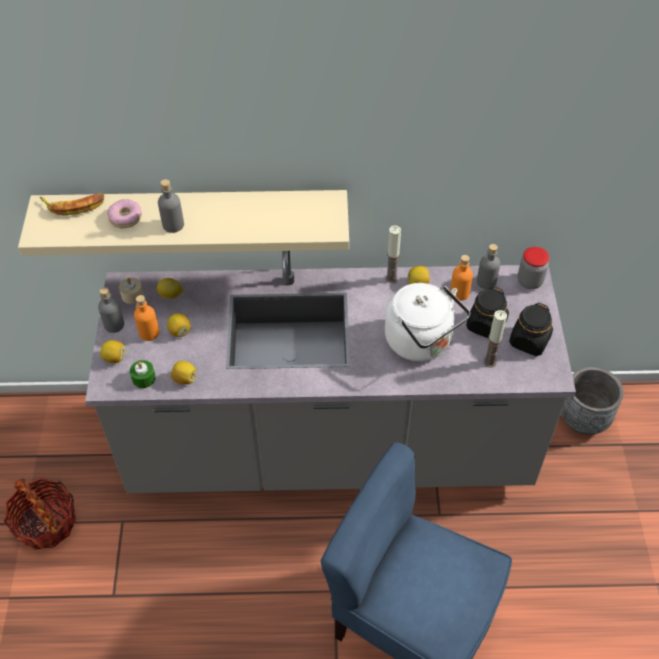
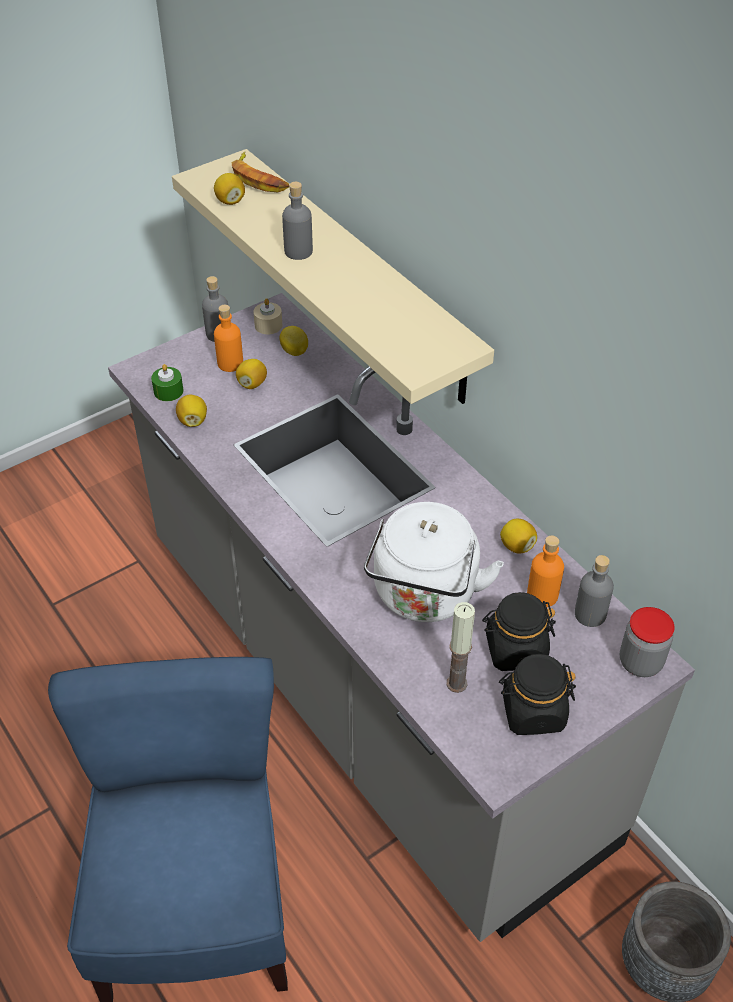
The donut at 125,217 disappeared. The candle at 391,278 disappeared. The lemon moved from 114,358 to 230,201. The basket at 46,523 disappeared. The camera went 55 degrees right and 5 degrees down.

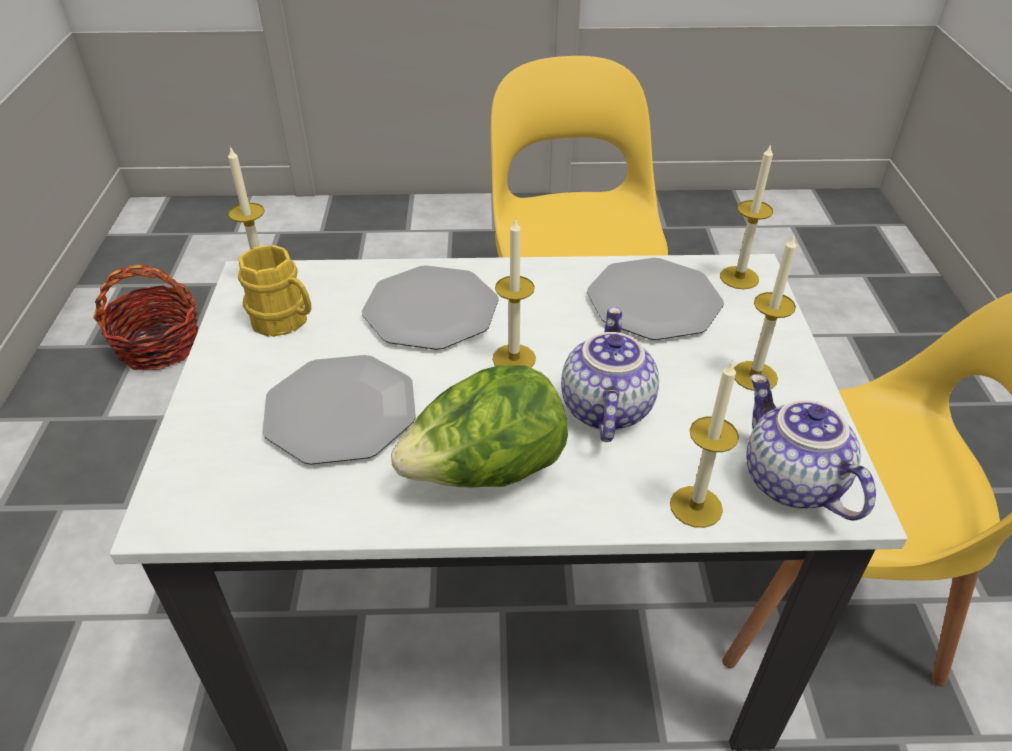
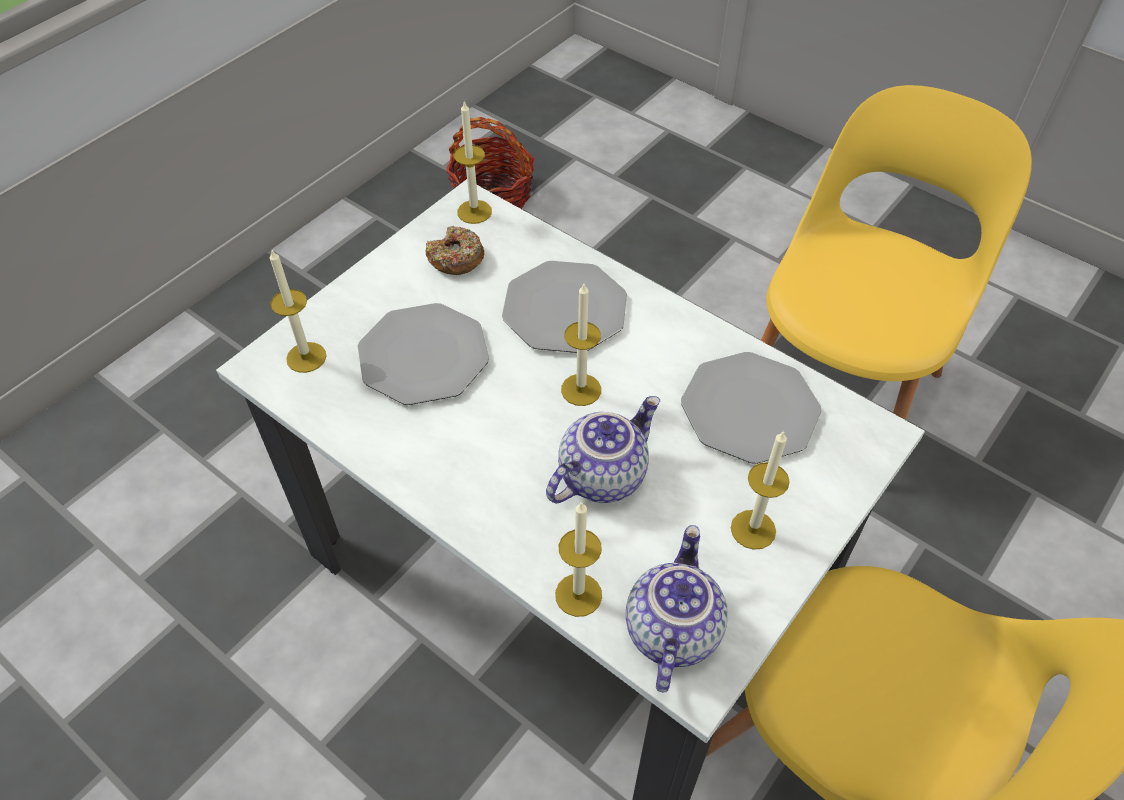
The candle moved from 739,277 to 306,357. The yellow_mug at 285,322 was replaced by the donut at 456,258. The lettuce at 486,472 disappeared. The camera went 40 degrees right and 10 degrees up.

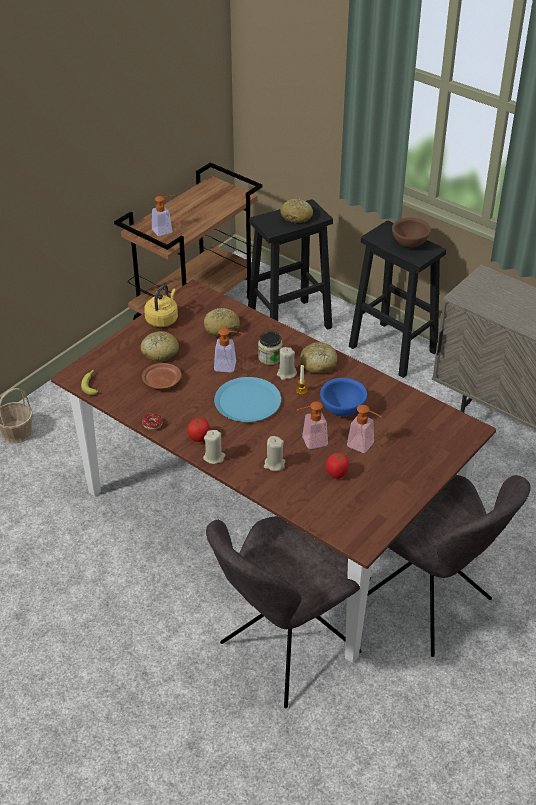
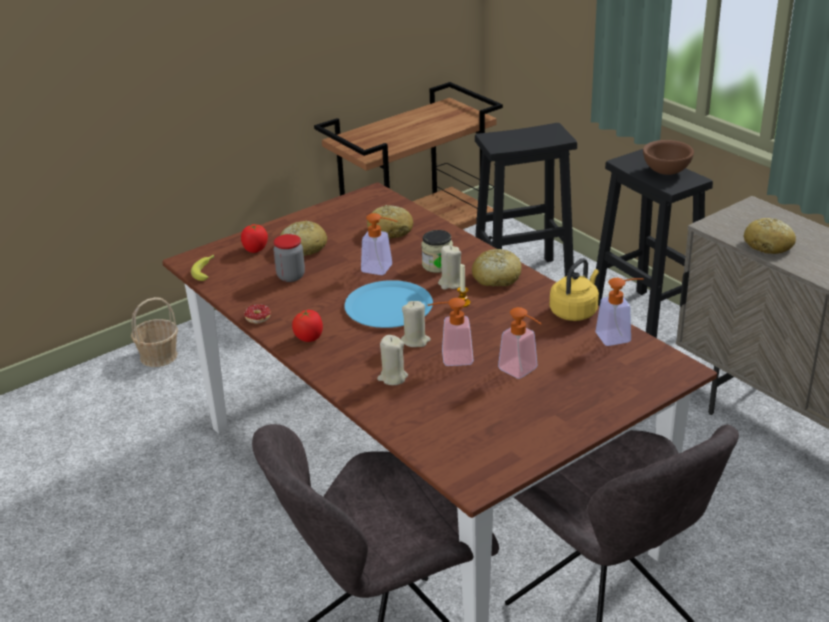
The soap_dispenser moved from 165,230 to 619,336. The bread moved from 296,217 to 768,245. The yellow_kettle moved from 163,319 to 575,311. The brown_plate at 161,382 was replaced by the jar at 291,276. The blue_bowl at 342,409 disappeared. The beige_candle moved from 214,457 to 415,341. The tomato moved from 337,474 to 255,249. The camera went 15 degrees right and 10 degrees down.

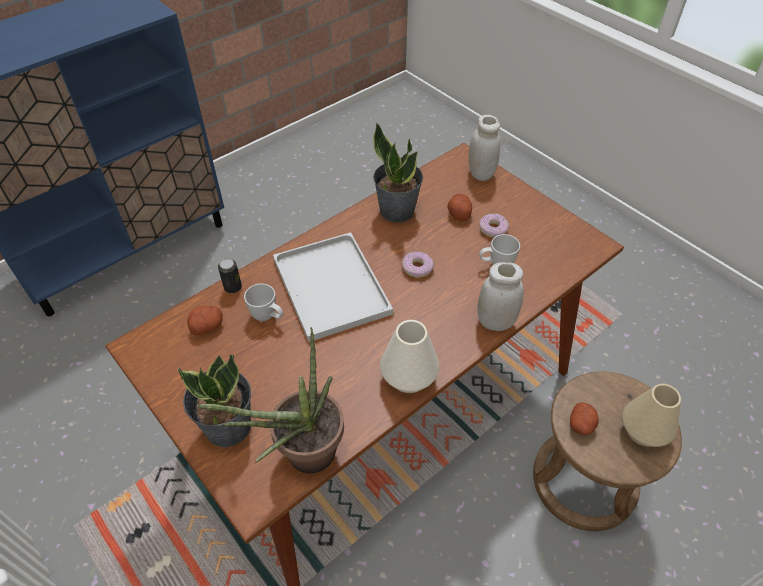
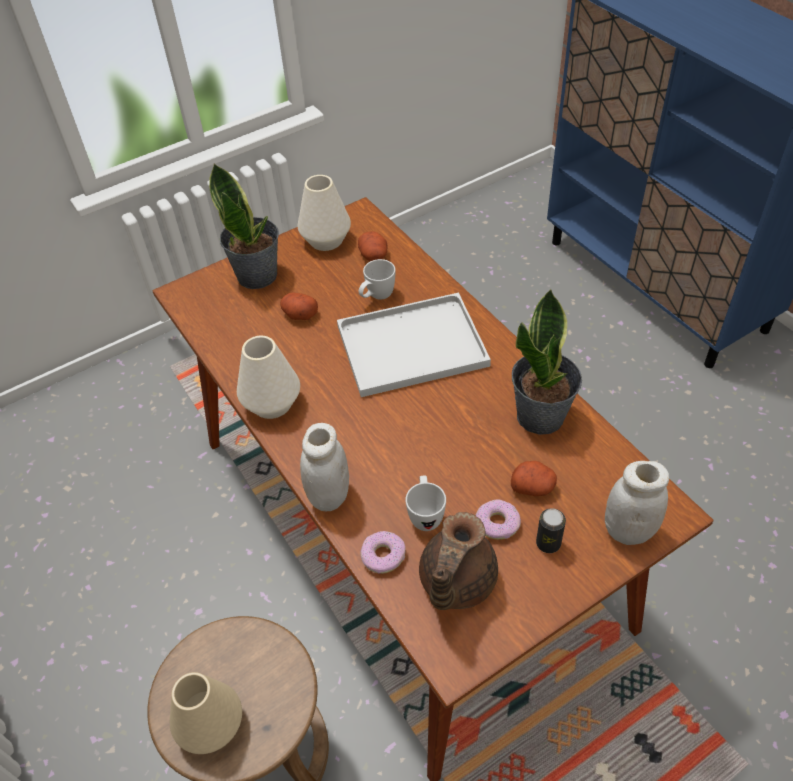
The donut moved from 417,268 to 383,556. The can moved from 233,287 to 548,543. The potted_plant at 302,458 disappeared. The potato moved from 581,425 to 299,314. The white_vase at 326,240 appeared. The brown_teapot at 455,582 appeared. The camera went 100 degrees right and 0 degrees up.

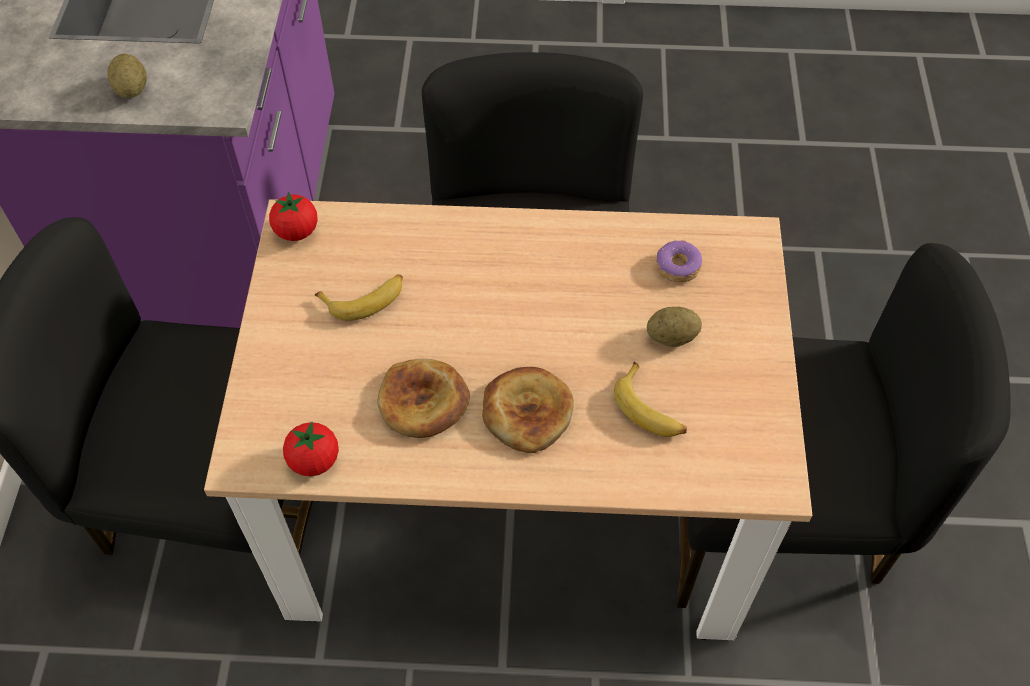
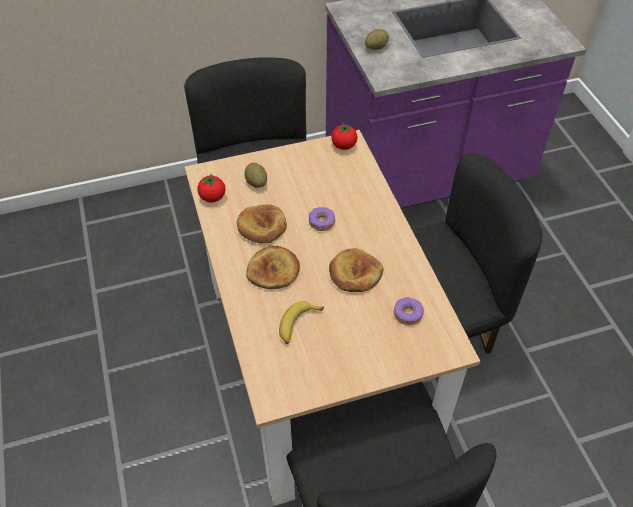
The banana at 365,299 disappeared. The potato moved from 671,337 to 256,182. The donut at 321,222 appeared. The bread at 355,273 appeared. The camera went 70 degrees right and 5 degrees down.

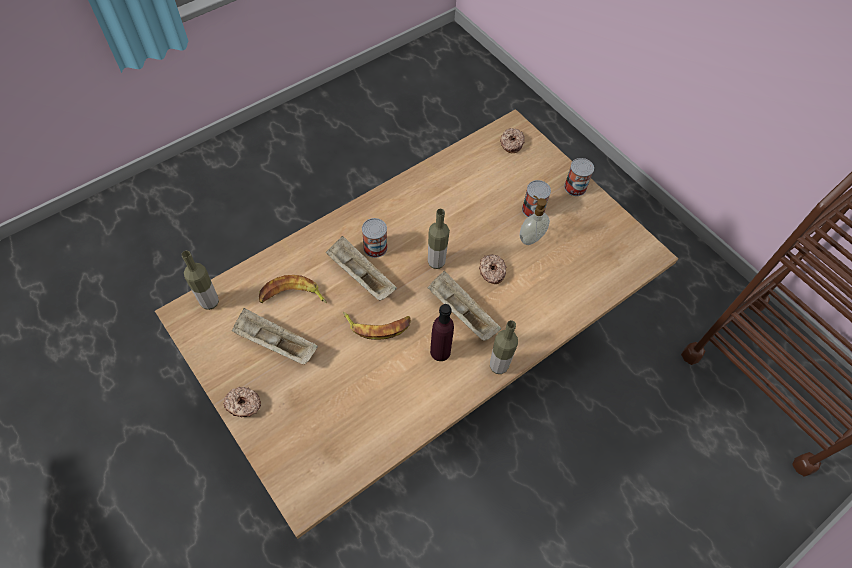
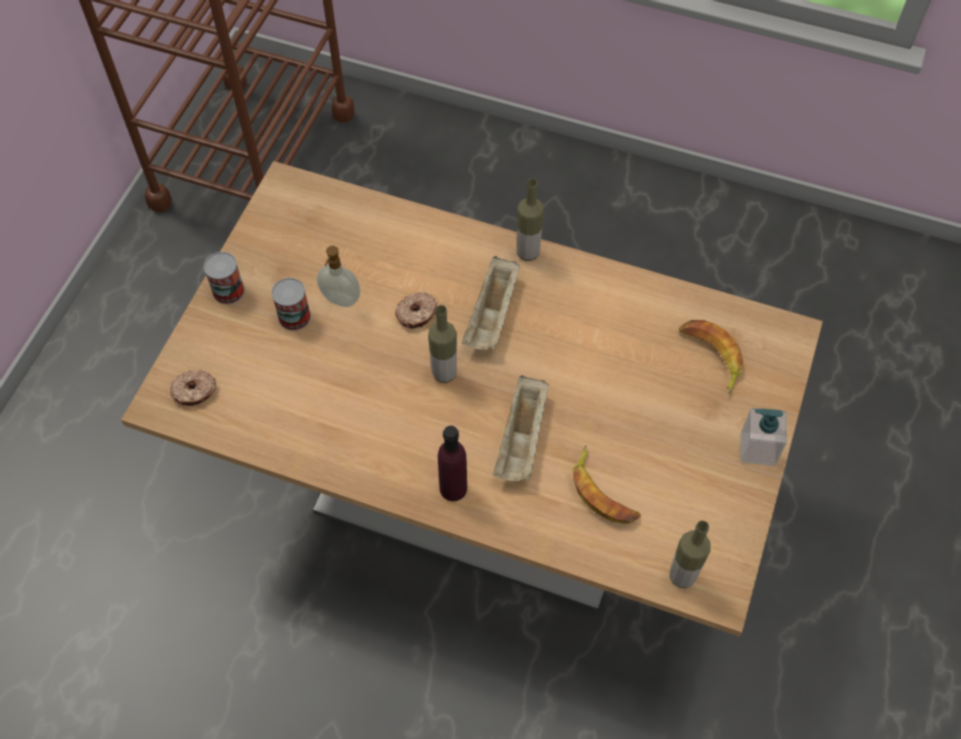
The can at 375,247 disappeared. The purple_bottle moved from 440,351 to 453,488. The beige_tray at 275,344 disappeared. The banana moved from 378,325 to 710,356. The donut at 243,405 was replaced by the soap_dispenser at 757,449. The camera went 120 degrees left and 0 degrees up.

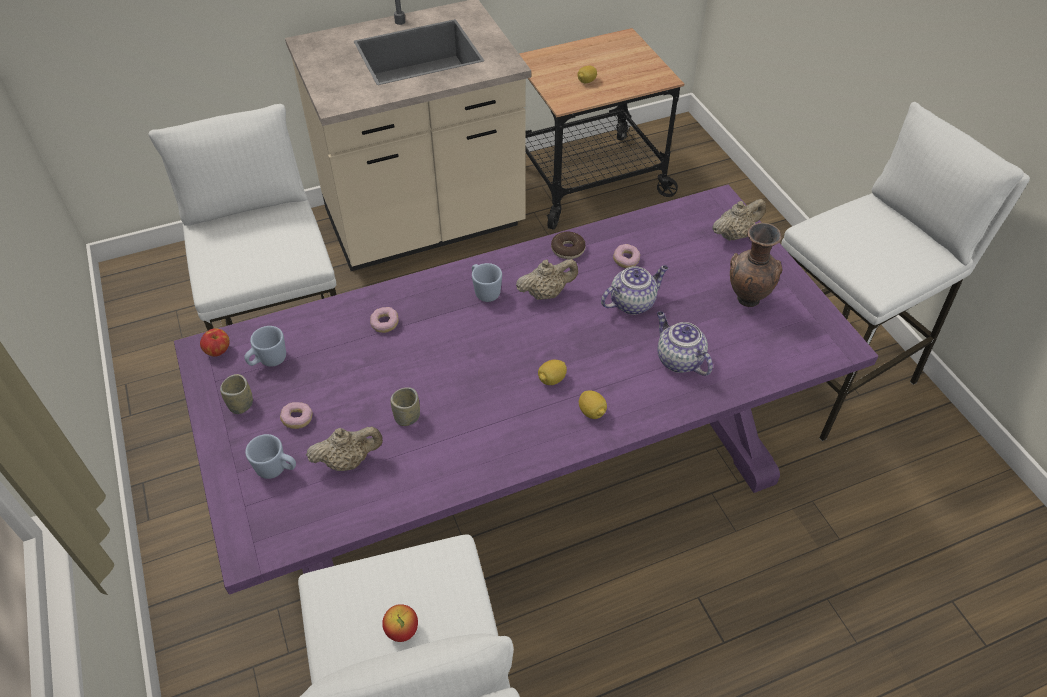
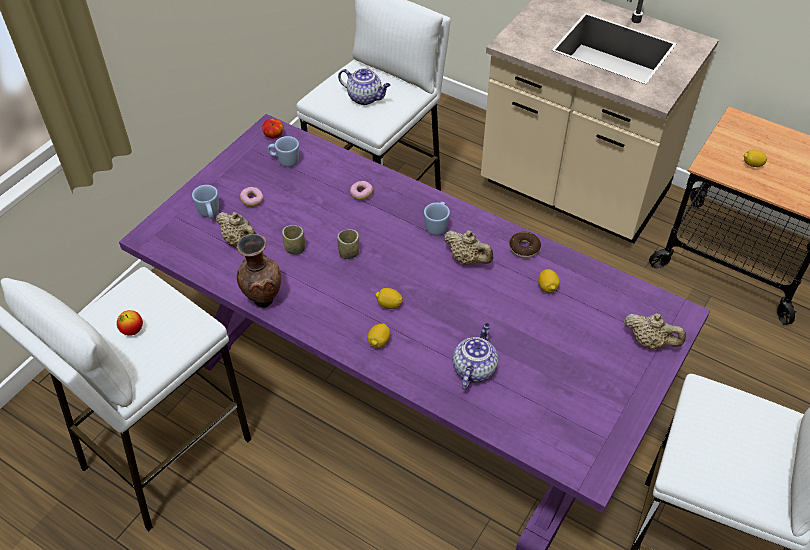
The brown_vase moved from 746,300 to 262,299. The donut at 626,260 was replaced by the lemon at 547,287. The teapot moved from 632,302 to 365,98. The cup moved from 241,404 to 349,253. The camera went 55 degrees right and 0 degrees up.

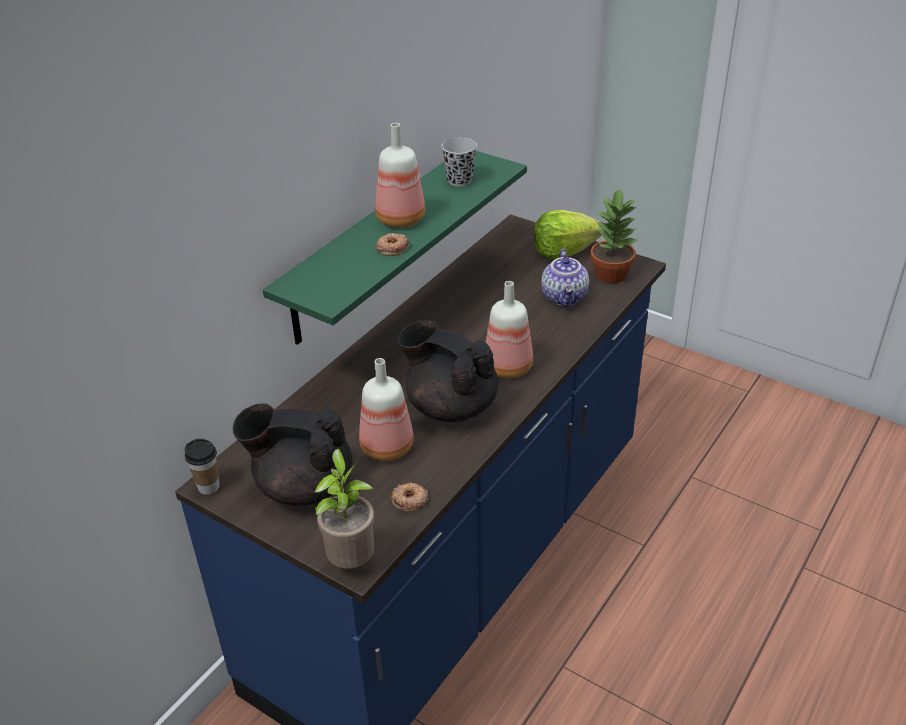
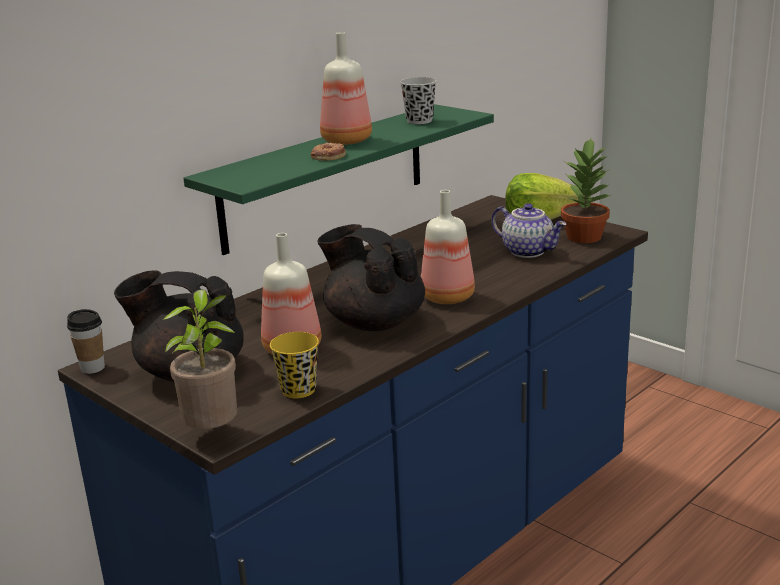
The teapot at 565,297 turned 60 degrees counterclockwise. The donut at 409,500 was replaced by the yellow_cup at 298,390. The camera went 10 degrees right and 15 degrees down.

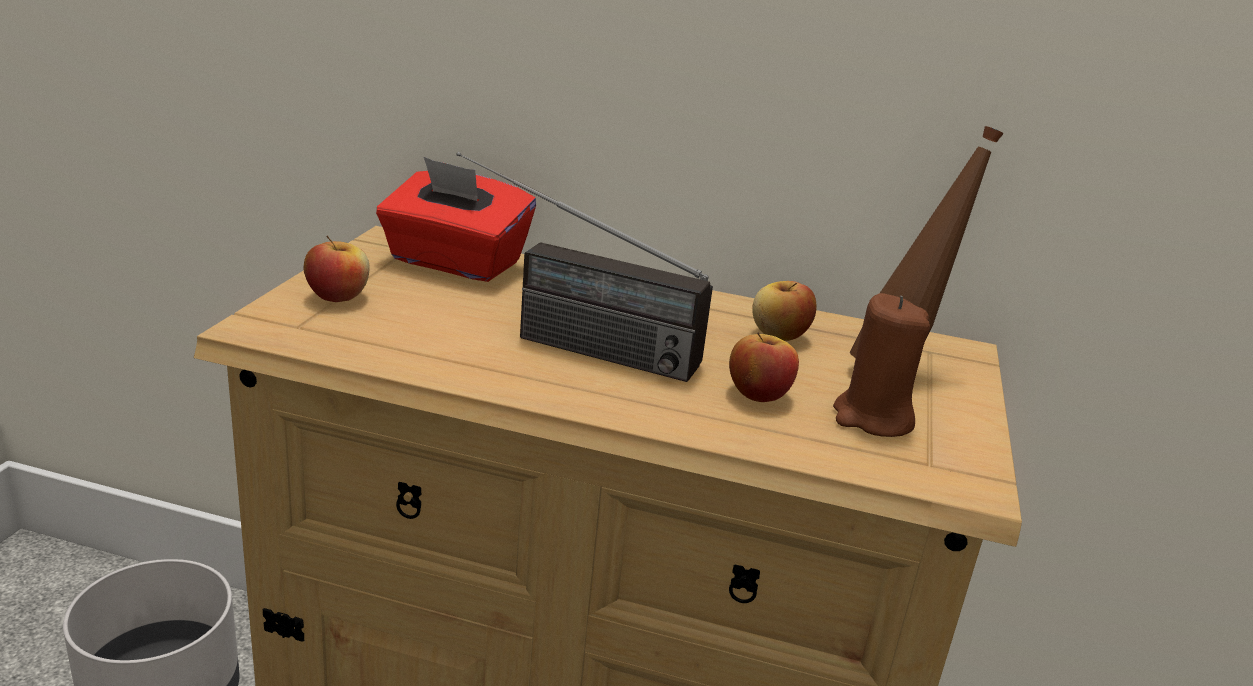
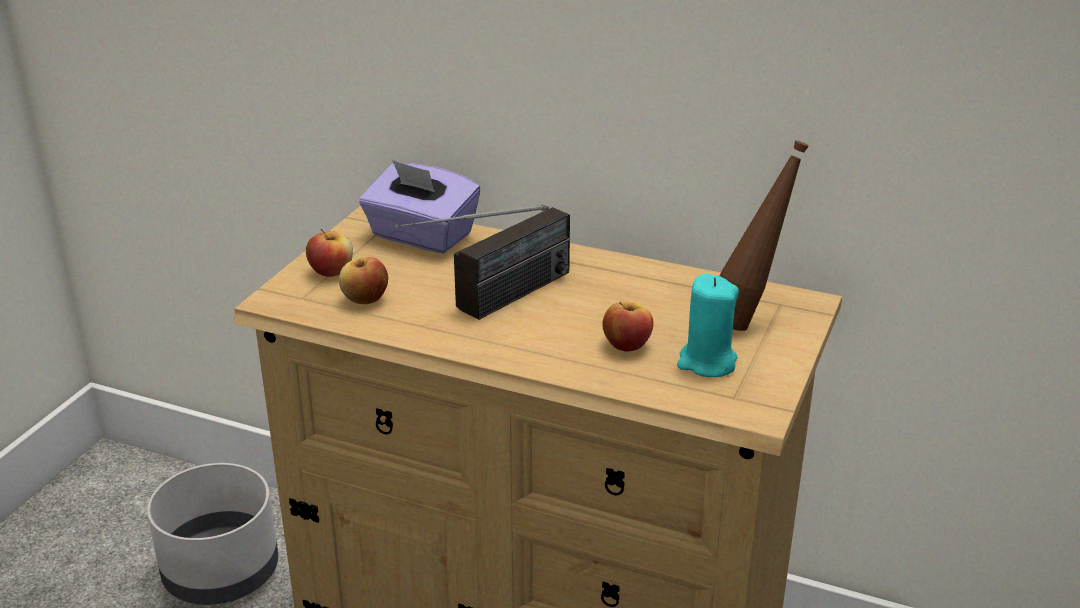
The radio at 563,341 turned 75 degrees counterclockwise. The red_tissue_box at 454,263 became the purple_tissue_box at 421,236. The apple moved from 779,335 to 365,299. The brown_candle at 872,418 became the turquoise_candle at 706,363. The camera went 10 degrees right and 5 degrees up.

